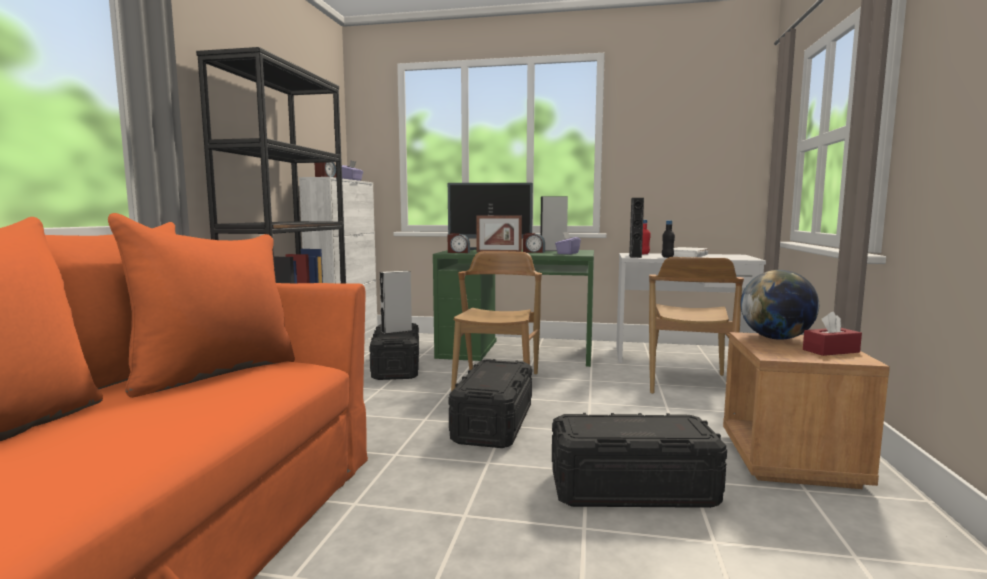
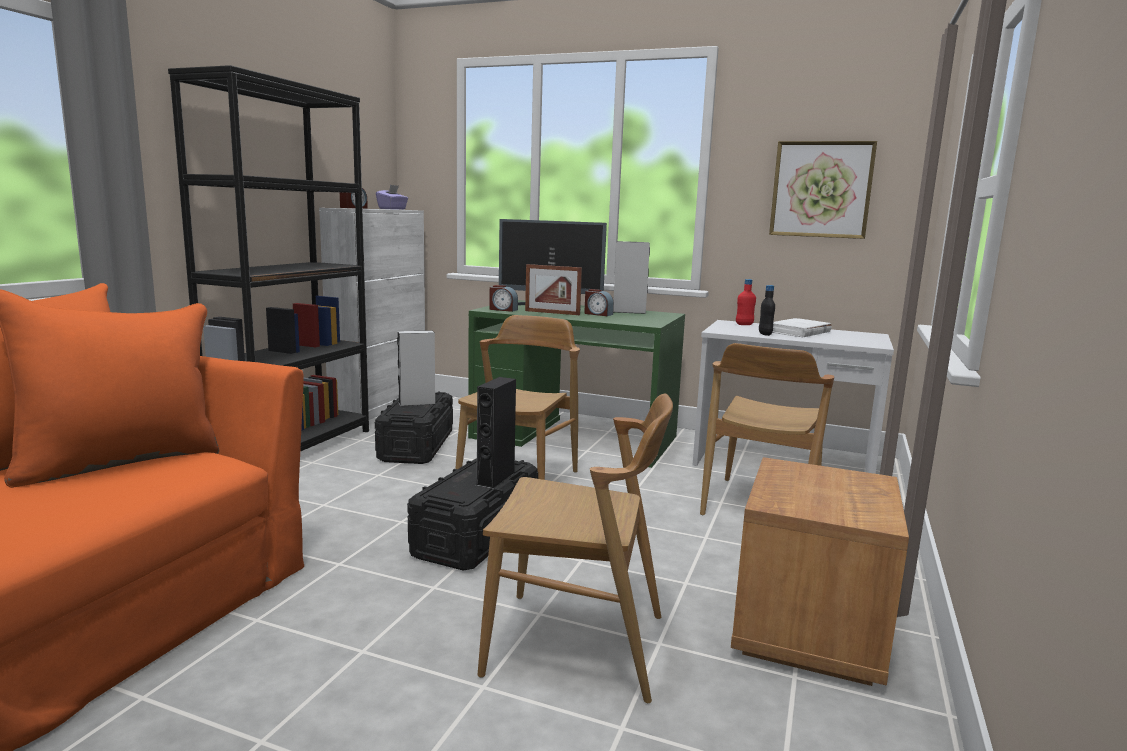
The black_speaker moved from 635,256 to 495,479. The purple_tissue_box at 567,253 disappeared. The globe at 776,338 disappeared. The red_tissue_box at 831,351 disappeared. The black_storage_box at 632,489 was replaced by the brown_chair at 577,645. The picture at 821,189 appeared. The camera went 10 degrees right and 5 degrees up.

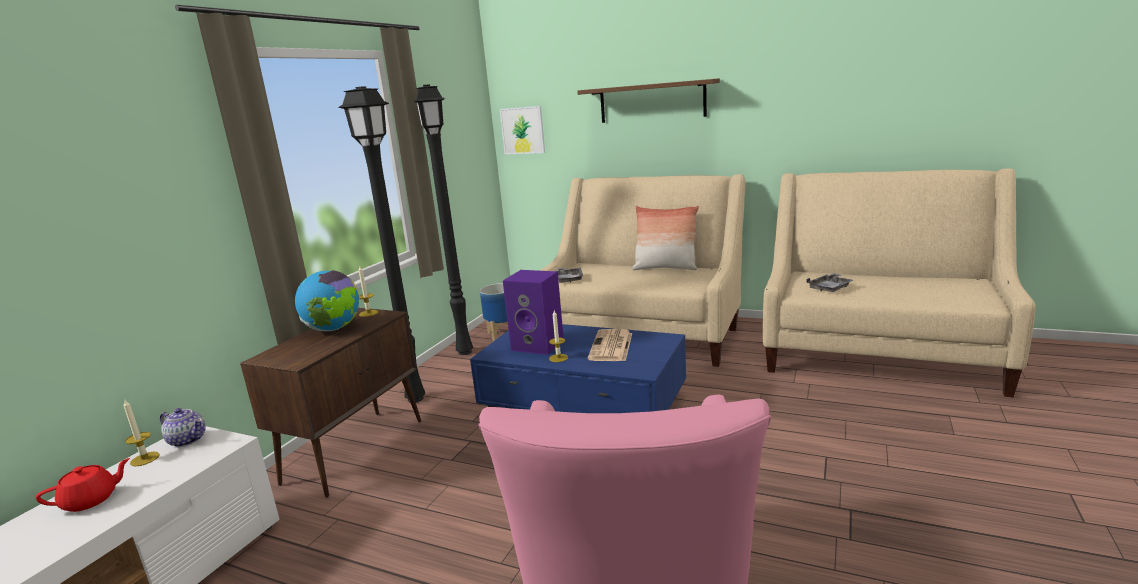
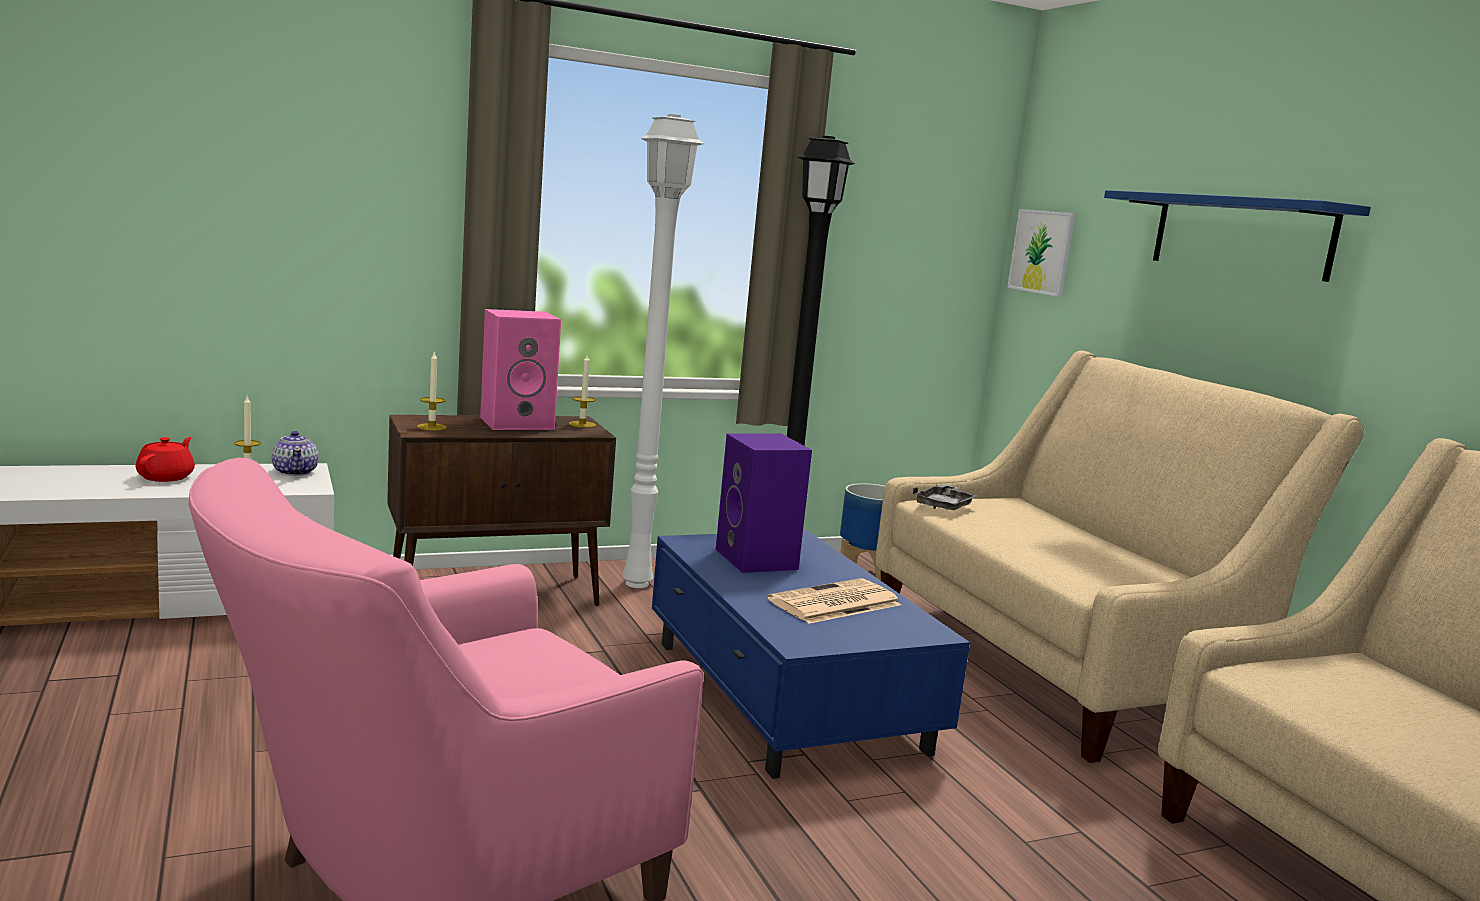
The brown_shelf at 652,102 became the blue_shelf at 1240,235. The black_floor_lamp at 417,398 became the white_floor_lamp at 639,584. The pillow at 665,268 disappeared. The globe at 333,329 was replaced by the pink_speaker at 518,423. The grey_tray at 830,288 disappeared. The candle moved from 558,358 to 431,427. The red_teapot at 91,500 turned 90 degrees counterclockwise. The camera went 40 degrees right and 5 degrees down.

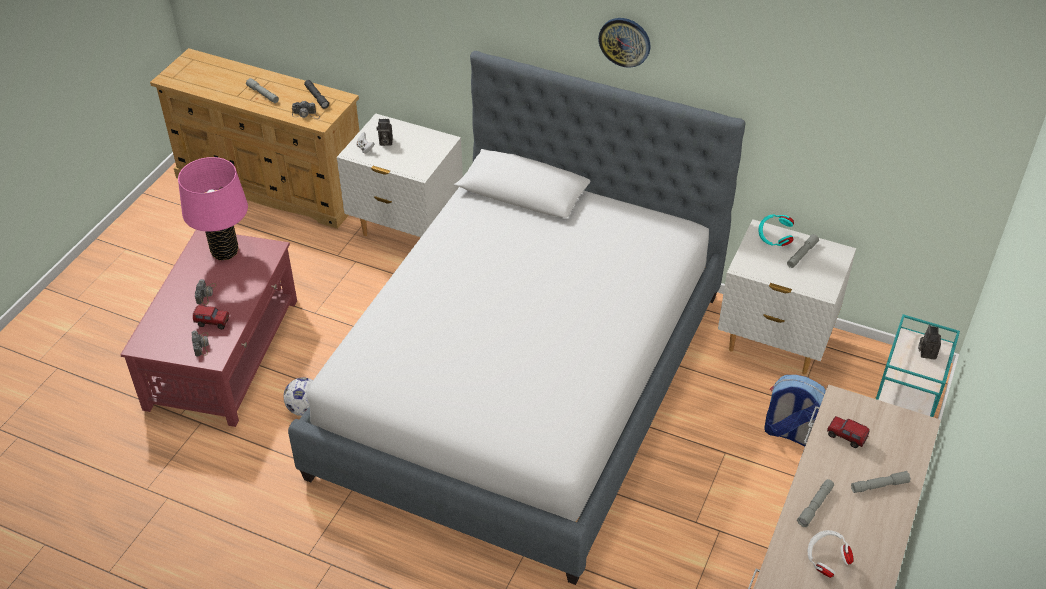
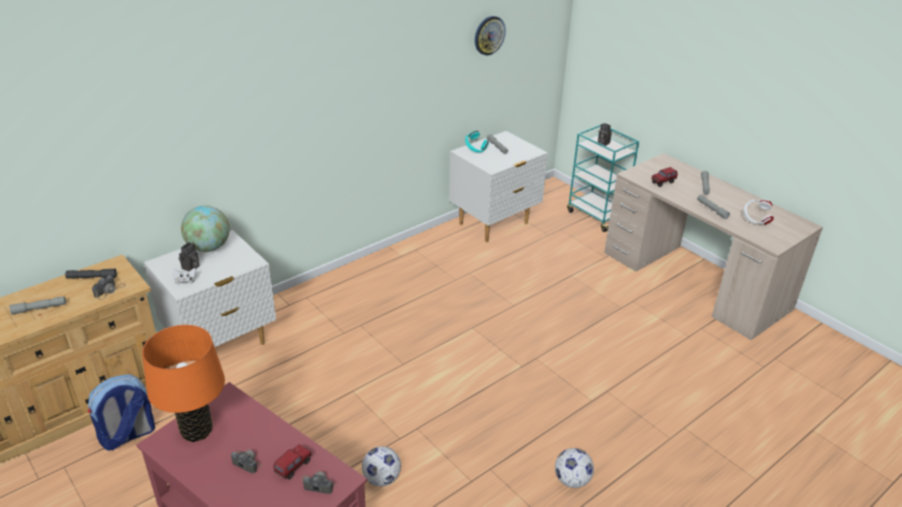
The wall_clock moved from 625,41 to 489,35. The bed at 523,382 disappeared. The pink_table_lamp at 225,252 became the orange_table_lamp at 196,431. The backpack moved from 790,433 to 128,436. The globe at 209,247 appeared. The football at 572,480 appeared. The camera went 65 degrees left and 10 degrees down.

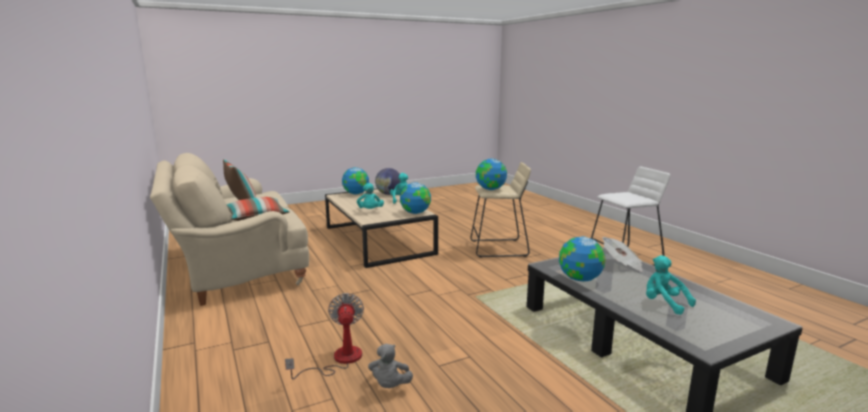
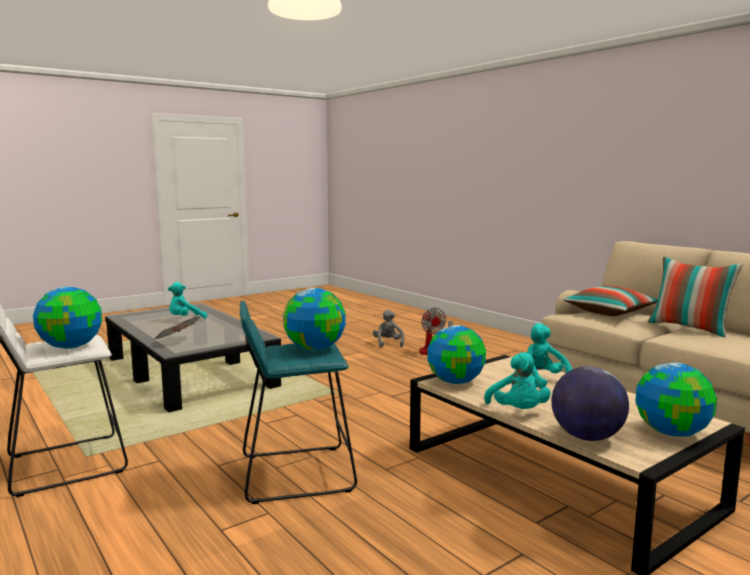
The beige_stool at 498,248 became the turquoise_stool at 296,473. The globe moved from 579,279 to 71,346. The turquoise_plush_toy at 664,303 turned 105 degrees clockwise. The camera went 170 degrees right and 5 degrees down.

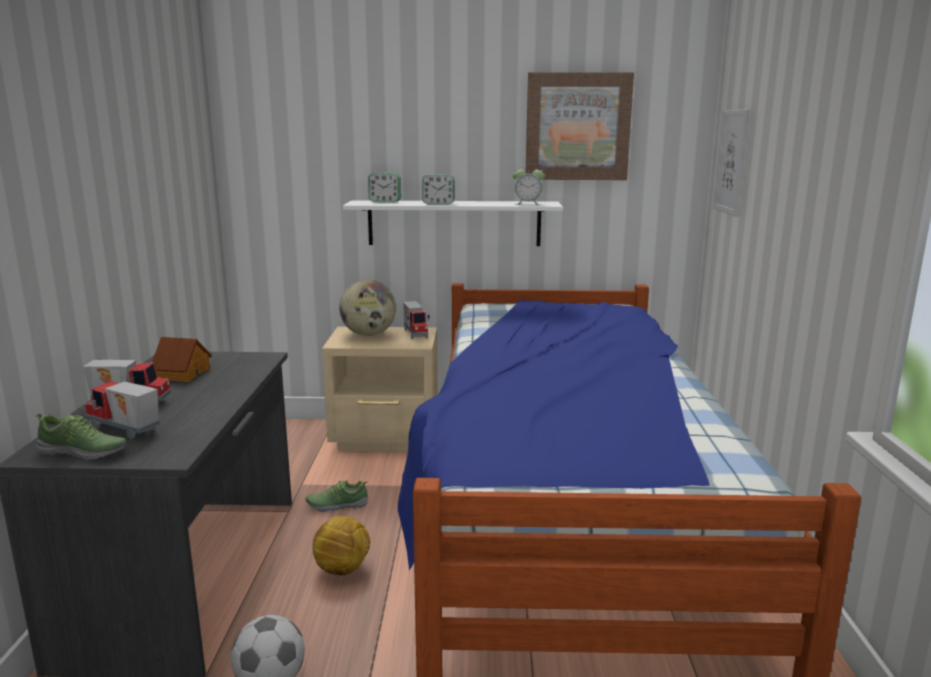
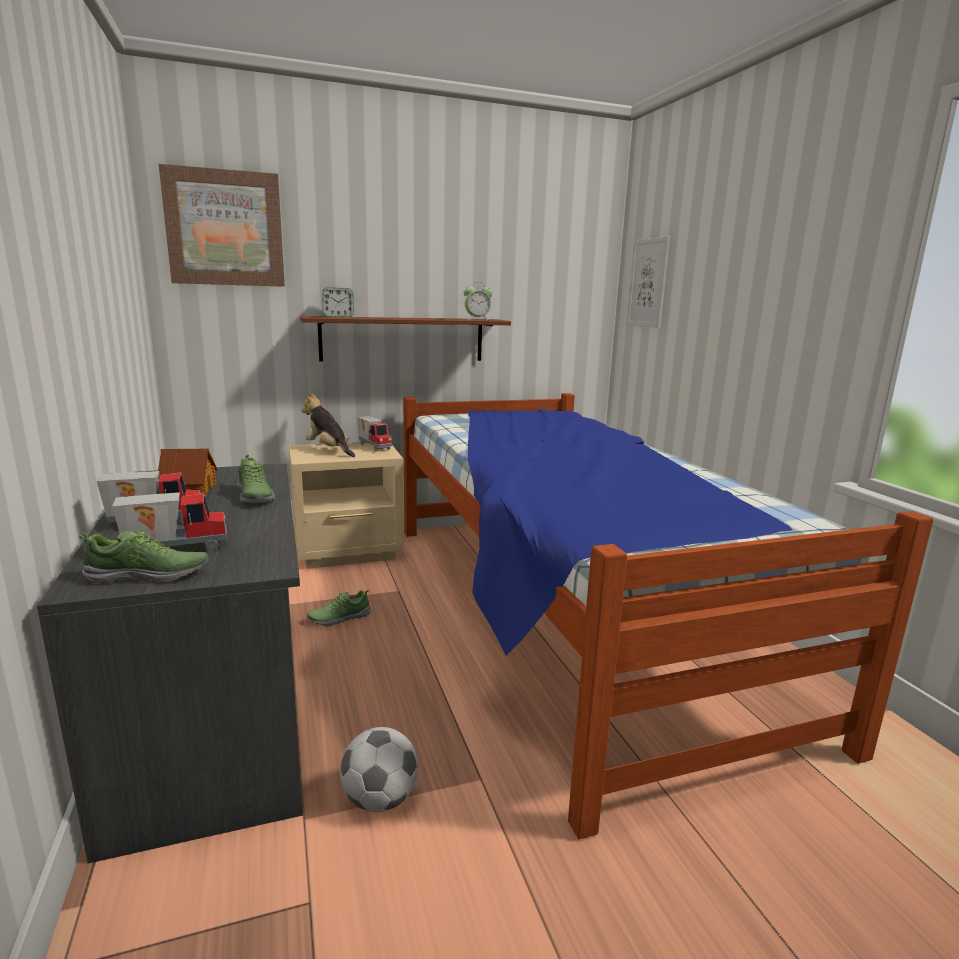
The picture moved from 577,127 to 225,229. The alarm_clock at 438,204 disappeared. The white_shelf at 454,223 became the brown_shelf at 403,339. The globe at 368,334 was replaced by the plush_toy at 329,450. The toy_truck at 123,430 turned 150 degrees clockwise. The football at 343,569 disappeared. The shoe at 254,496 appeared. The camera went 20 degrees left and 0 degrees up.

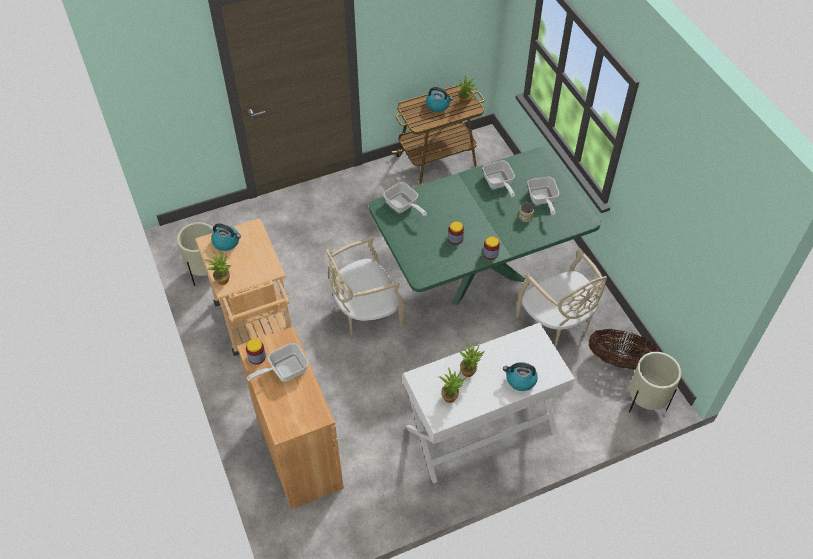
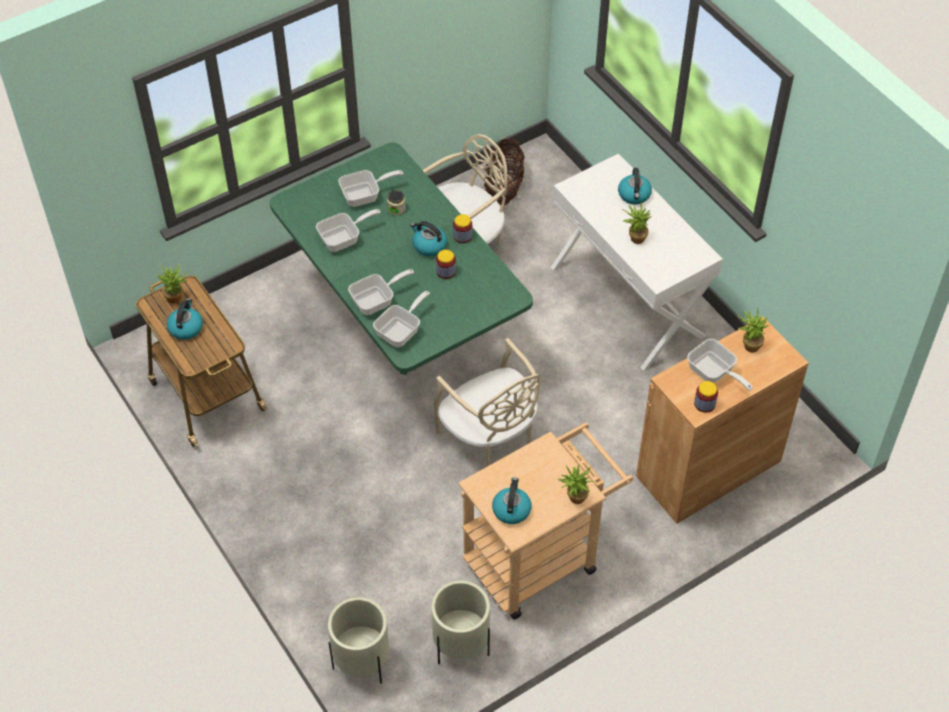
The beige_planter moved from 645,401 to 361,663. The potted_plant moved from 451,395 to 748,345. The kettle at 429,245 appeared. The frying_pan at 377,300 appeared. The camera went 100 degrees left and 0 degrees up.

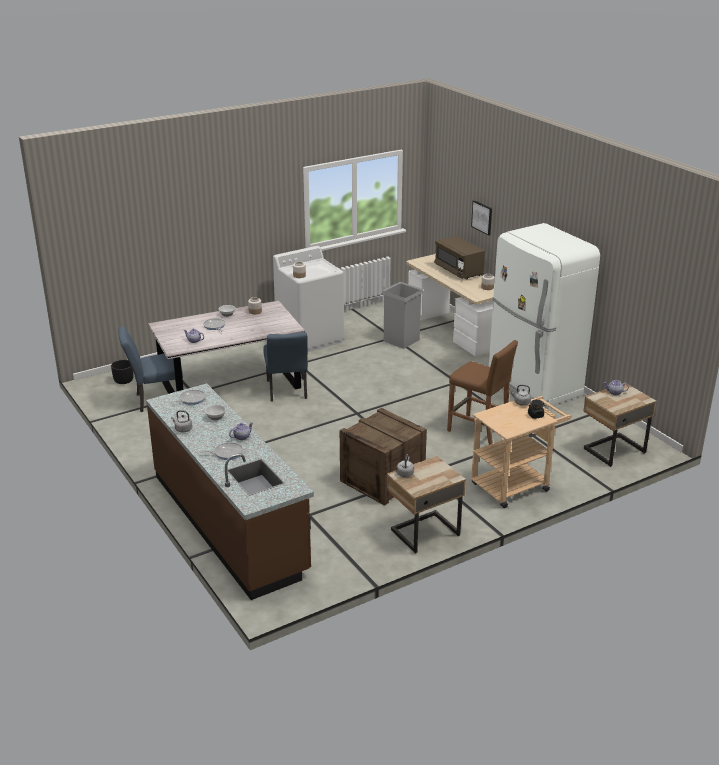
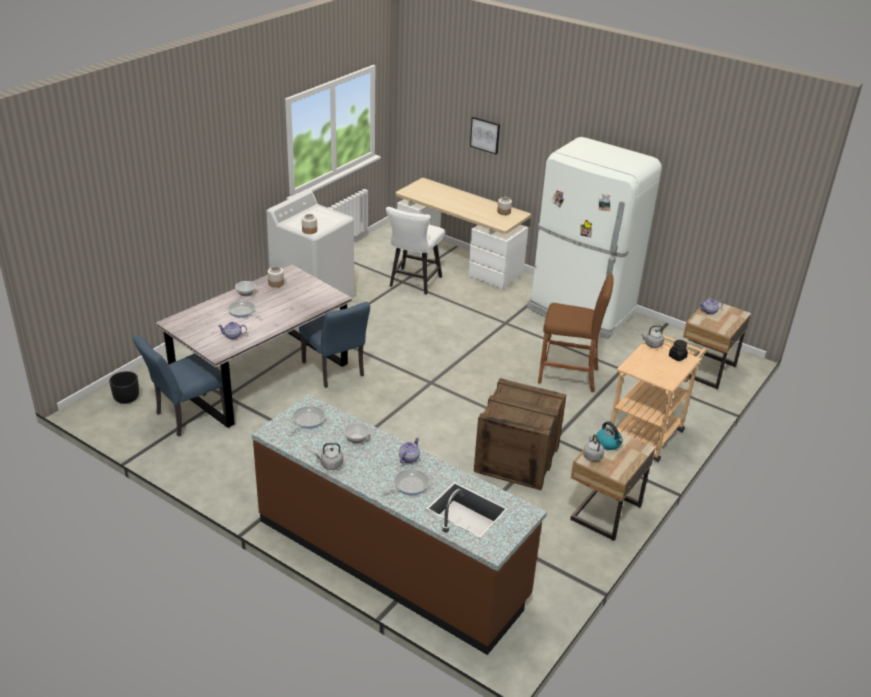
The brown_microwave at 458,271 disappeared. The grey_trash_can at 401,340 was replaced by the white_chair at 413,283. The kettle at 608,443 appeared. The camera went 25 degrees left and 5 degrees up.

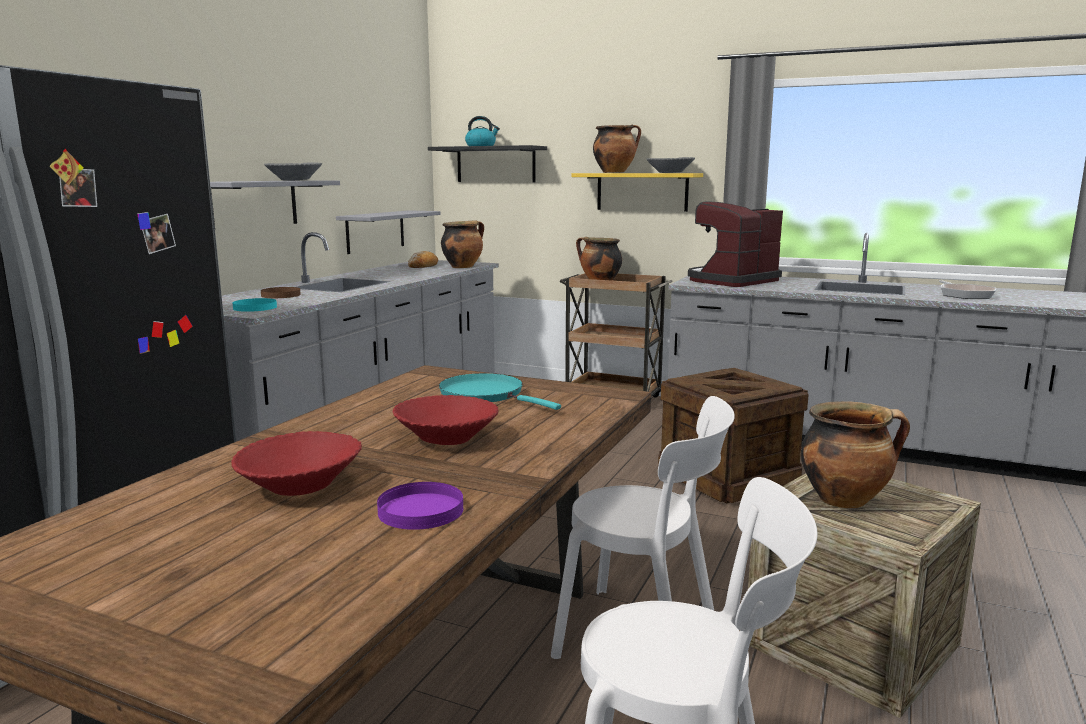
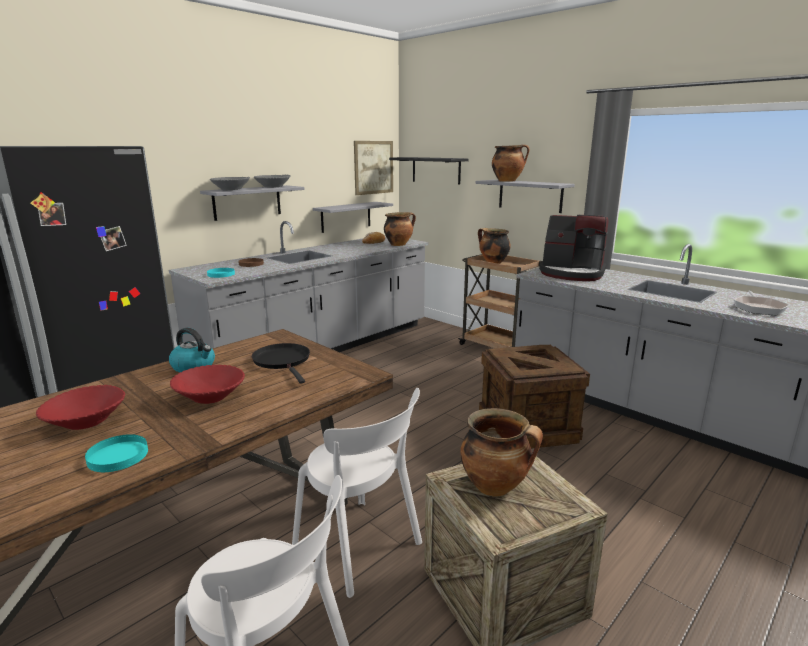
The kettle moved from 481,146 to 194,366. The grey_bowl moved from 670,172 to 231,190. The yellow_shelf at 642,192 became the grey_shelf at 530,195. The coffee_machine at 731,281 turned 135 degrees counterclockwise. The turquoise_frying_pan at 486,395 became the black_frying_pan at 283,361. The purple_plate at 421,510 became the turquoise_plate at 118,456. The picture at 373,167 appeared. The camera went 20 degrees right and 5 degrees up.

